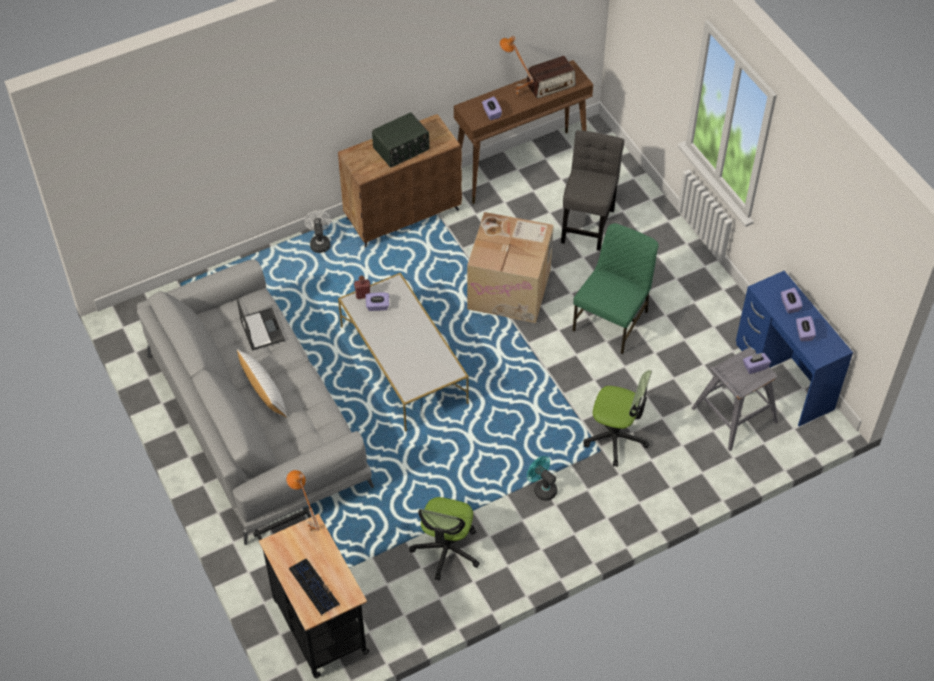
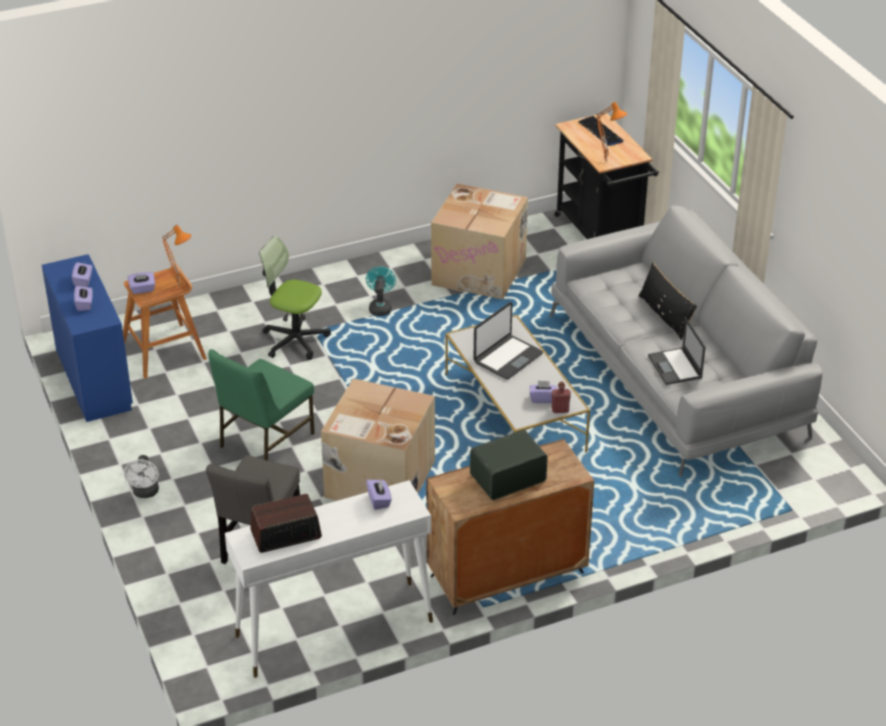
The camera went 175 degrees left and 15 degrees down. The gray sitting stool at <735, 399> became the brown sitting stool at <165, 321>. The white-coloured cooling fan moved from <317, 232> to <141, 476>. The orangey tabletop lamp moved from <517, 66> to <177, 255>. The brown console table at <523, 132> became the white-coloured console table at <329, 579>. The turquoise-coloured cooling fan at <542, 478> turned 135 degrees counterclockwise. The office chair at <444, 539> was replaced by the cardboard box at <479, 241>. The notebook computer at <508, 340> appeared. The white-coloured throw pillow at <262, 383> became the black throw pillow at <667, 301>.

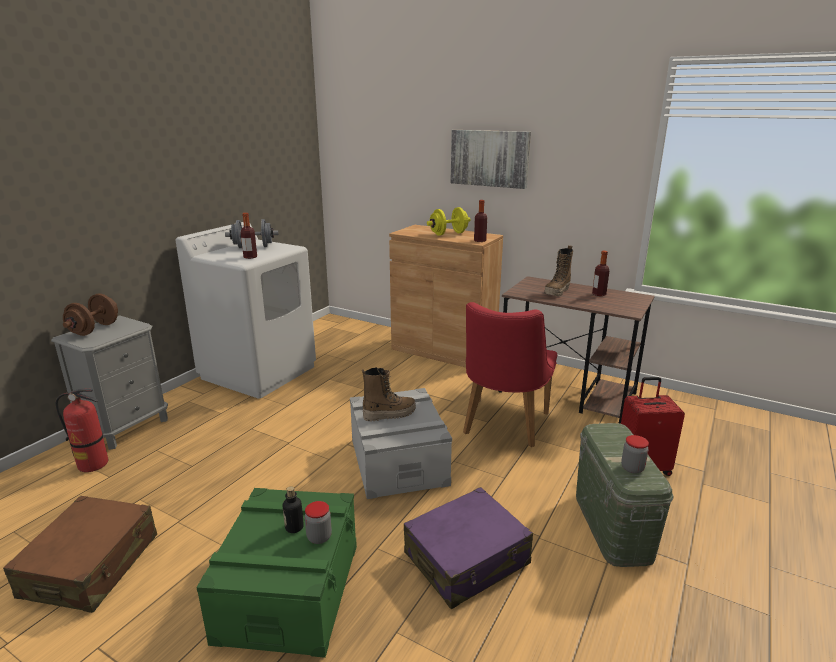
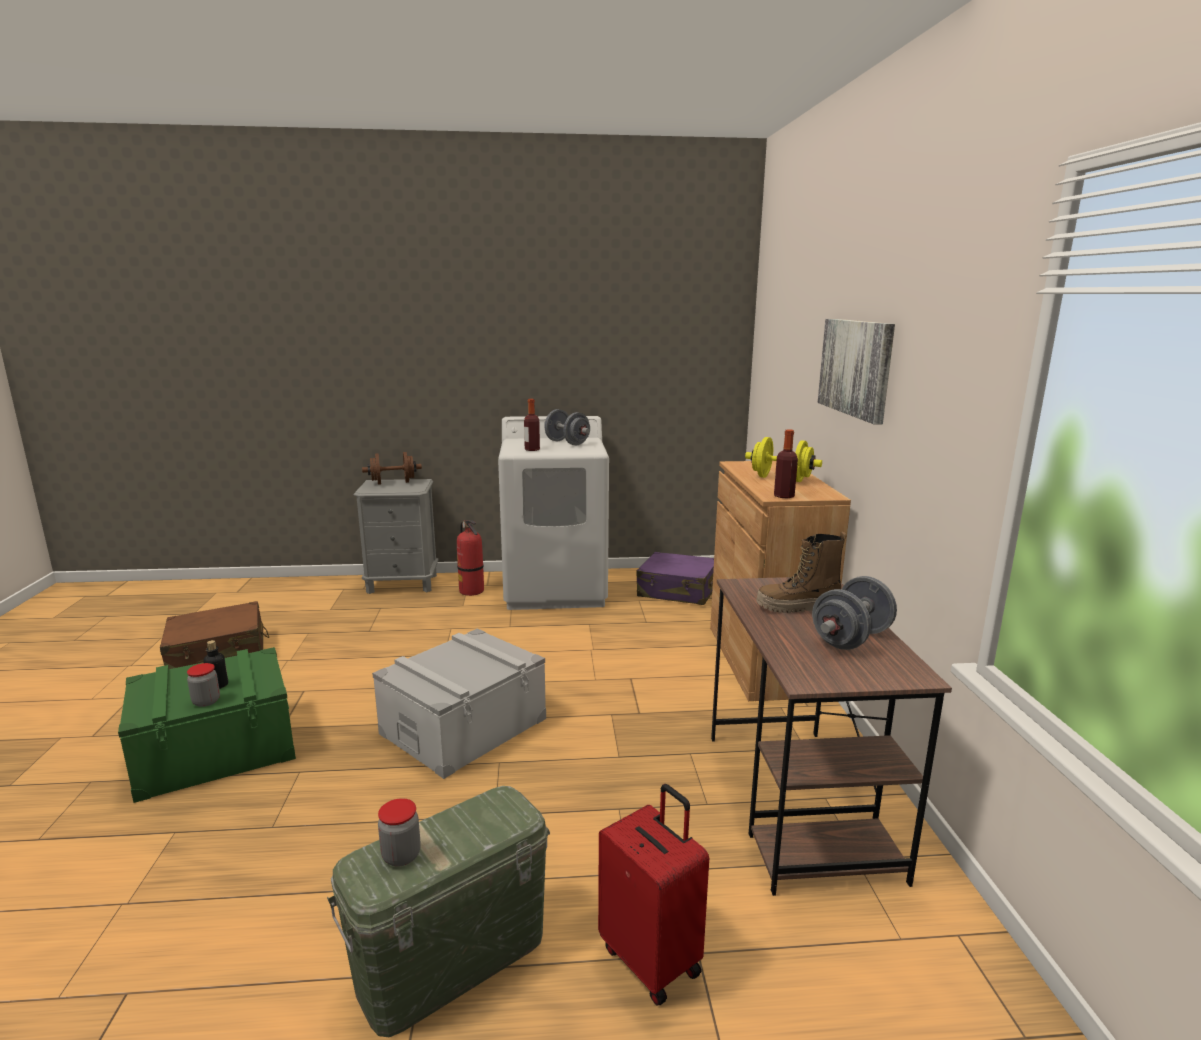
The camera went 55 degrees right and 5 degrees down. The fire extinguisher moved from <81, 430> to <470, 558>. The purplish piece of luggage moved from <468, 548> to <675, 578>. The beverage bottle at <600, 273> was replaced by the gray dumbbell at <854, 613>. The boot at <389, 394> disappeared. The red chair at <510, 374> disappeared.

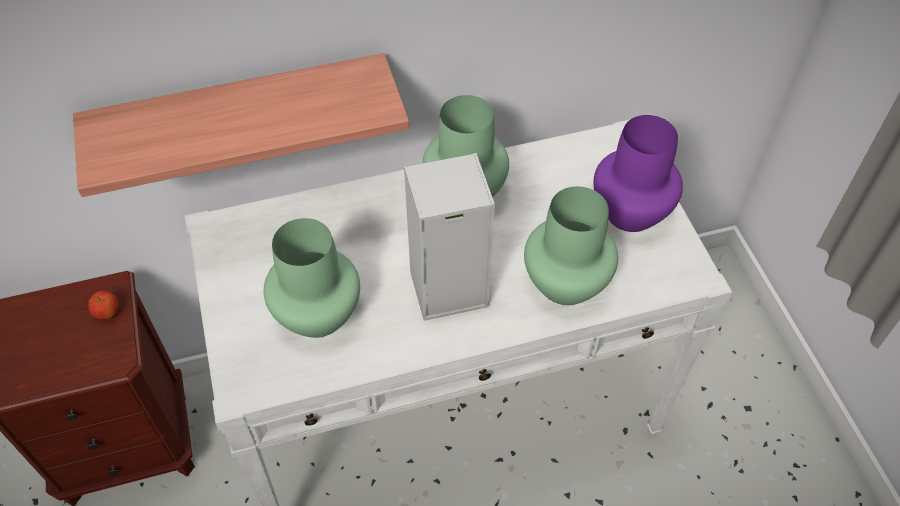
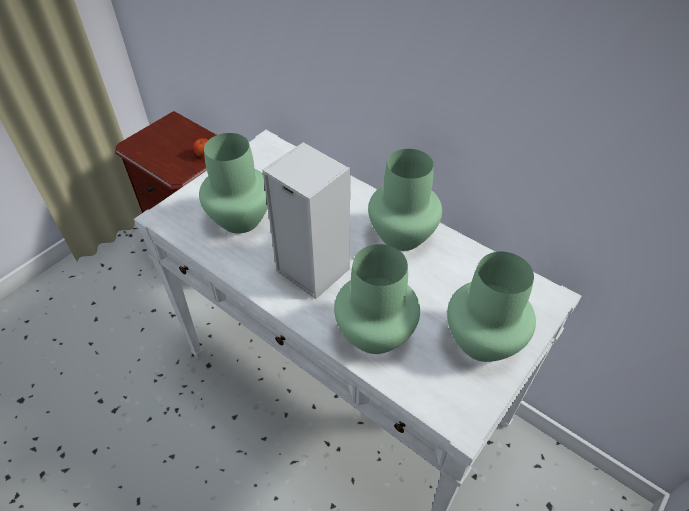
The camera went 55 degrees right and 5 degrees down. The purplish flower vase at <638, 173> became the greenish flower vase at <491, 307>. The shelf at <241, 125> disappeared.

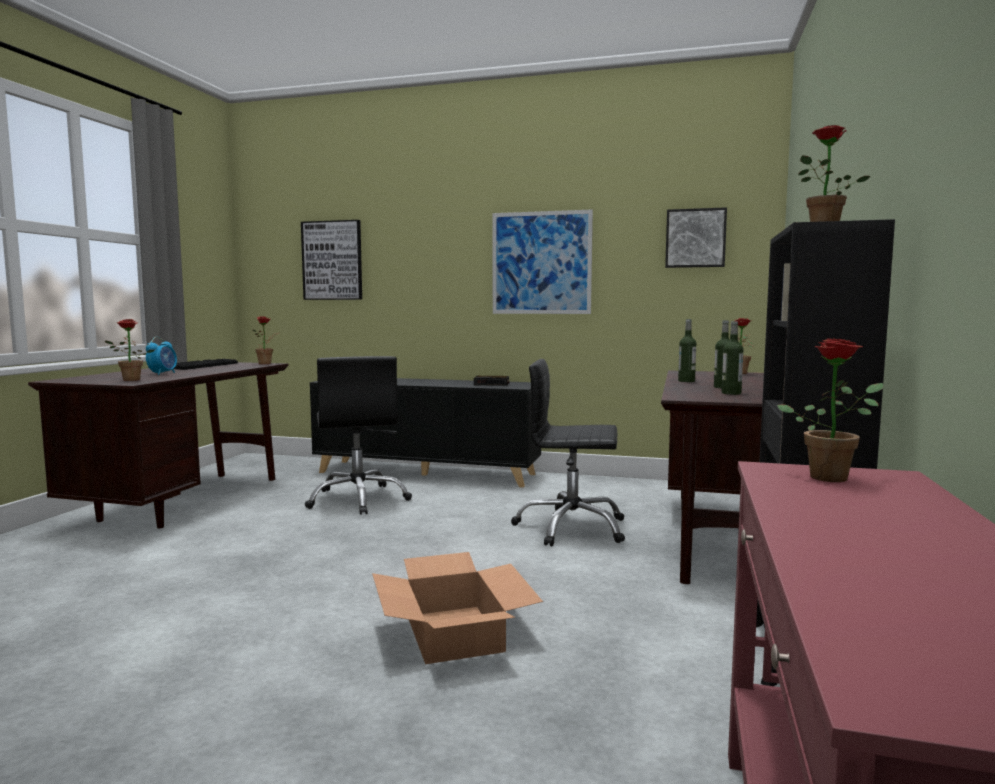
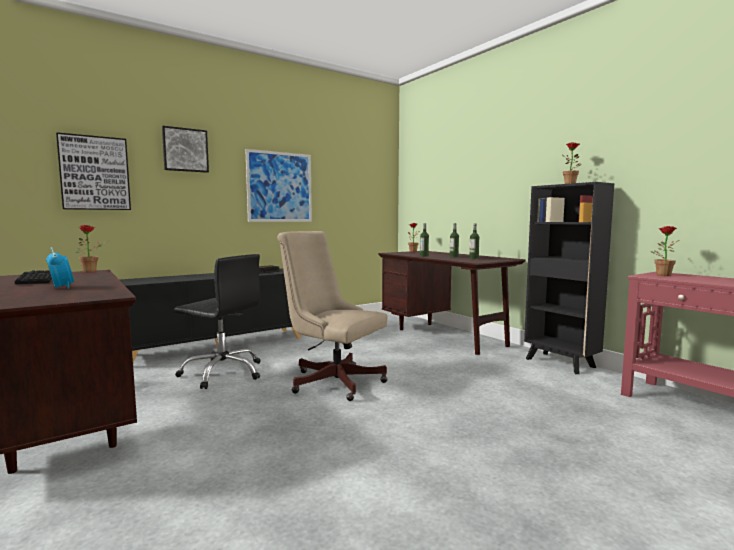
The camera went 50 degrees left and 0 degrees up. The wall art moved from <696, 237> to <185, 149>. The beige office chair at <332, 316> appeared. The potted plant at <129, 350> disappeared. The cardboard box at <457, 608> disappeared. The black office chair at <568, 452> disappeared.

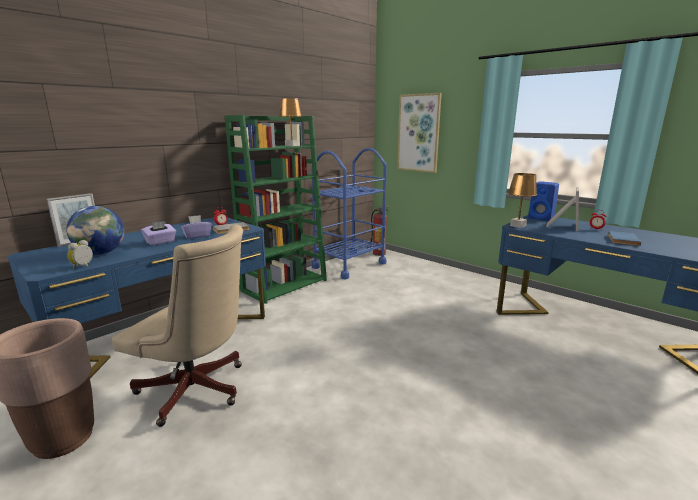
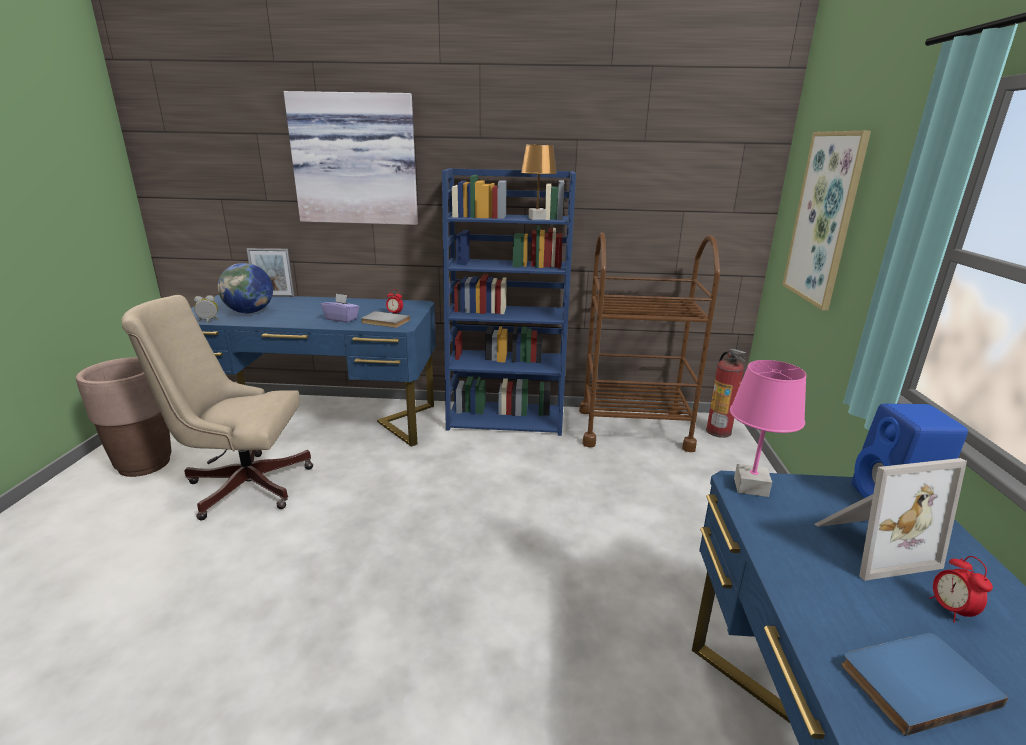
The camera went 50 degrees right and 5 degrees up. The beige office chair at <177, 326> turned 105 degrees clockwise. The wall art at <351, 158> appeared. The greenish shelving unit at <276, 209> became the blue shelving unit at <509, 302>. The blue cart at <349, 213> became the brown cart at <649, 342>. The brown tabletop lamp at <522, 200> became the pink tabletop lamp at <768, 428>. The purplish tissue holder at <158, 233> disappeared.

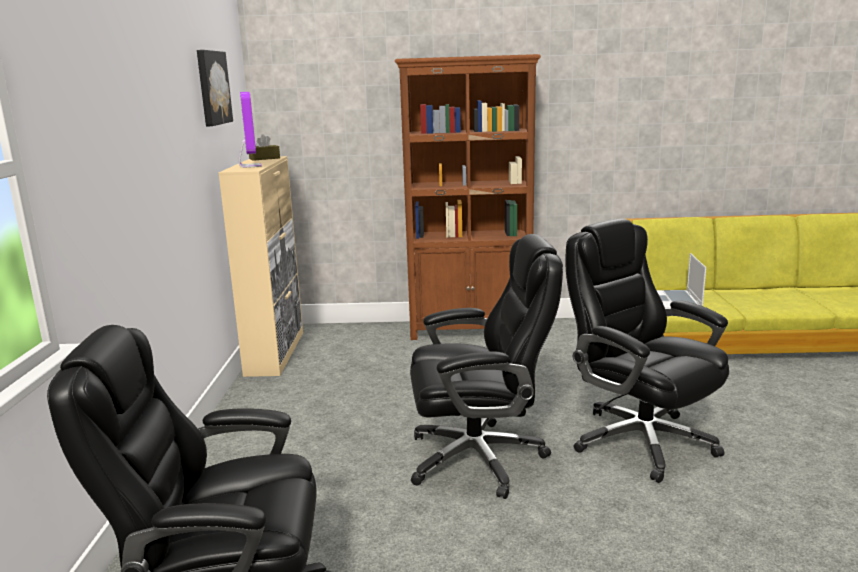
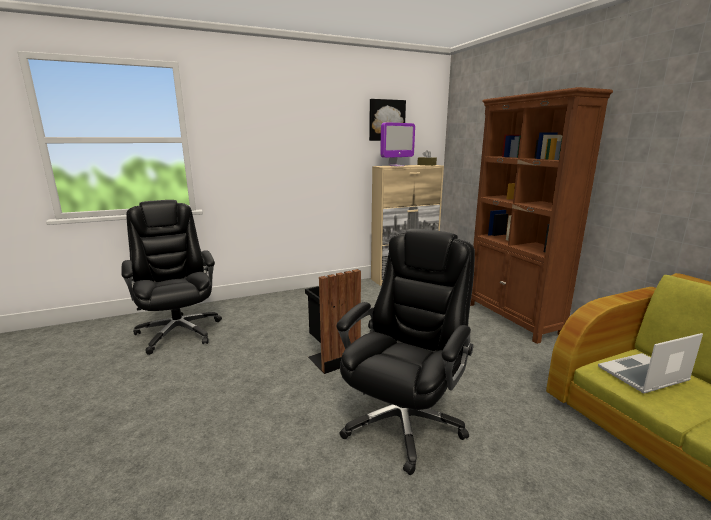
The camera went 65 degrees right and 0 degrees up. The black office chair at <486, 366> was replaced by the black rubbish bin at <333, 321>.

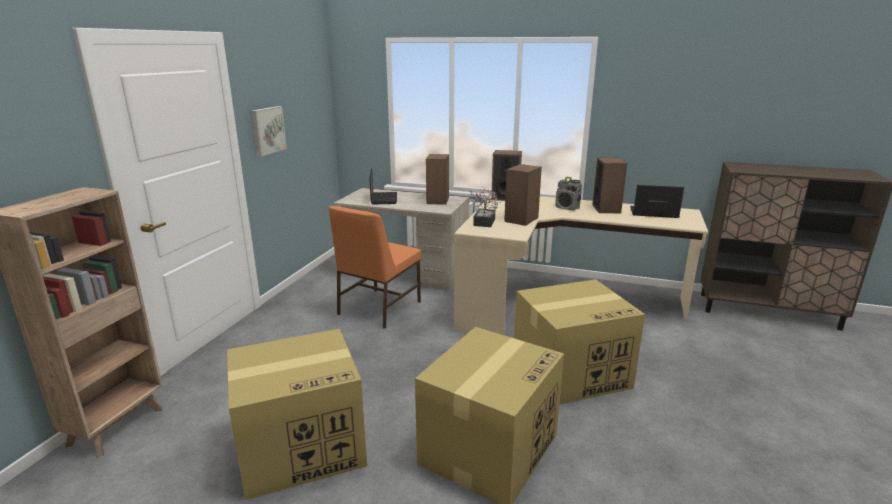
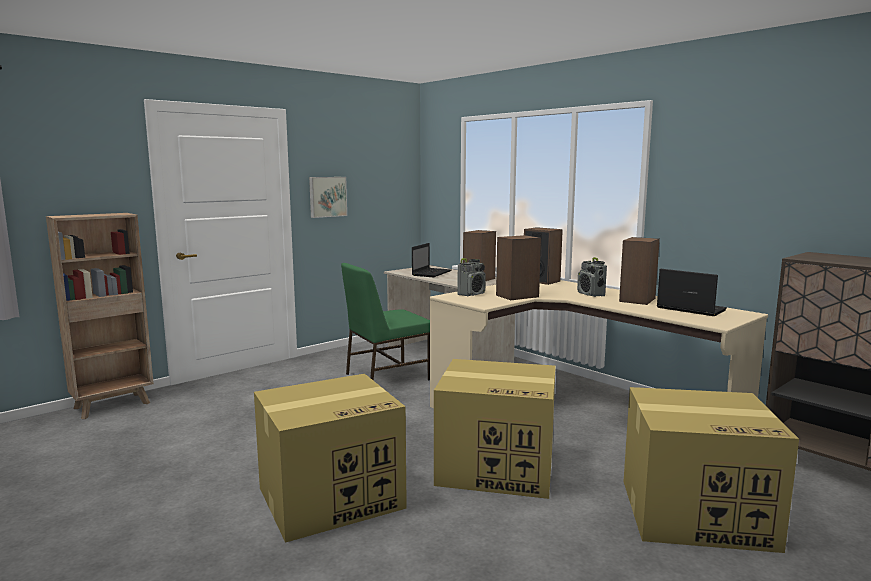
The camera went 30 degrees right and 10 degrees down. The orangey chair at <375, 267> became the greenish chair at <385, 322>. The potted plant at <484, 208> was replaced by the radio receiver at <471, 277>. The cardboard box moved from <297, 414> to <711, 470>.

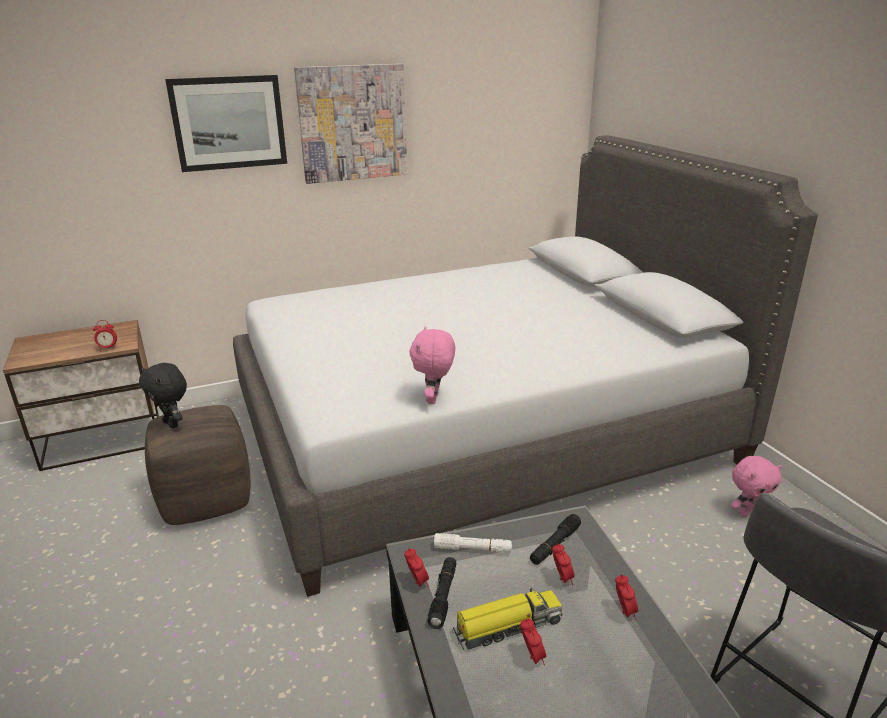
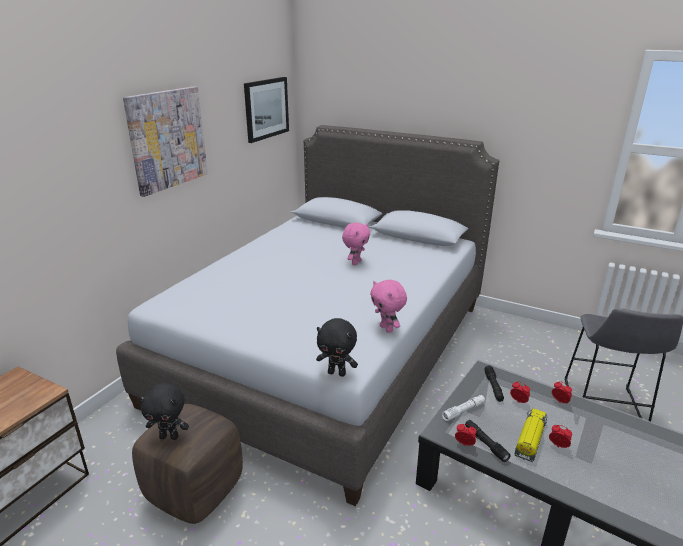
The camera went 40 degrees left and 0 degrees up. The wall art moved from <226, 123> to <266, 110>. The black soft toy at <337, 347> appeared. The pink soft toy moved from <756, 486> to <356, 244>. The alarm clock at <105, 335> disappeared.

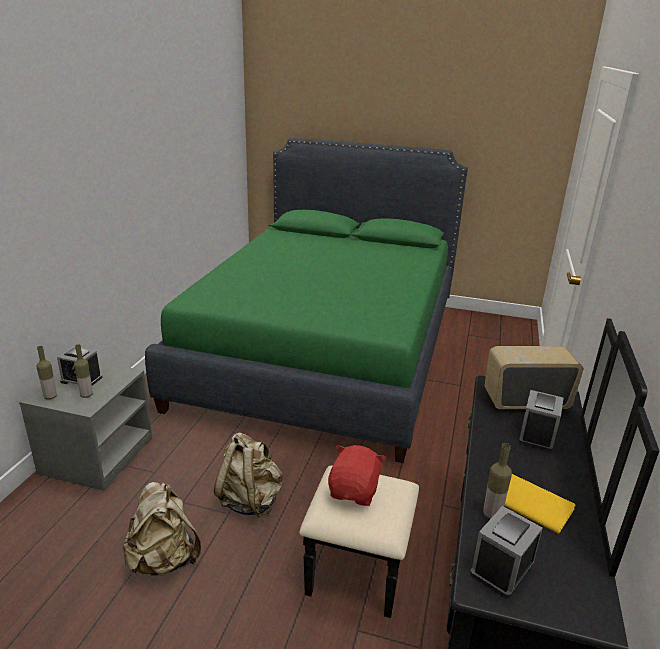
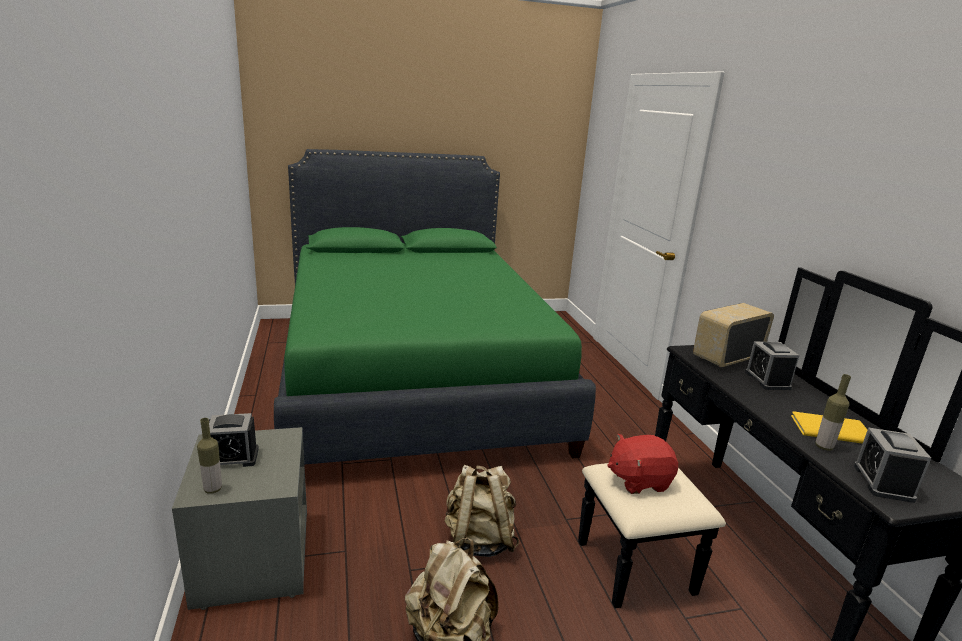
The camera went 30 degrees left and 5 degrees down. The red soft toy at <357, 475> turned 90 degrees counterclockwise. The beverage bottle at <83, 371> disappeared.

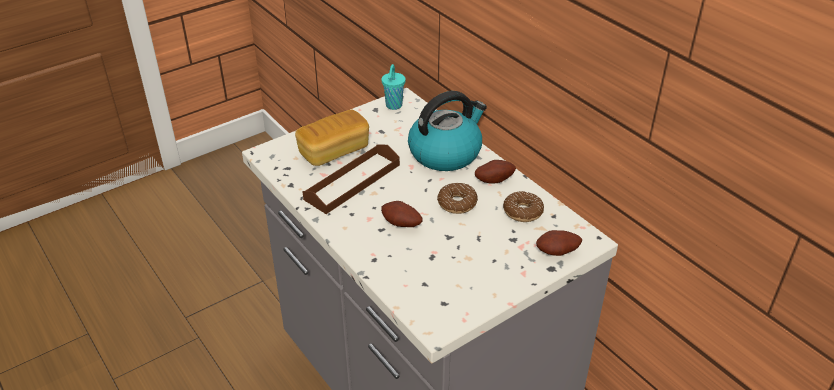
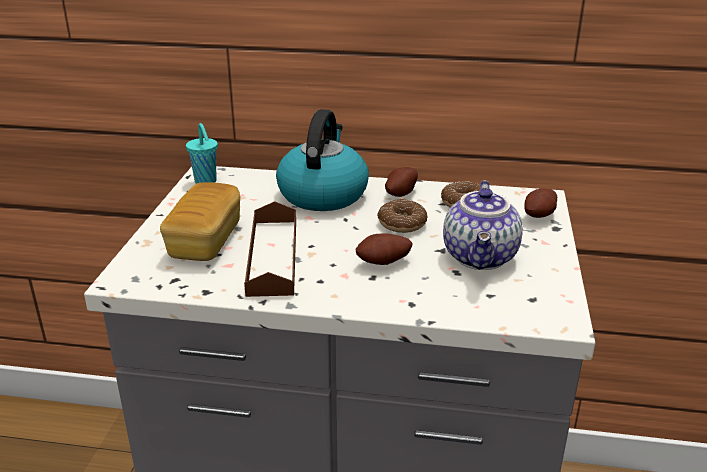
The camera went 45 degrees left and 10 degrees down. The teapot at <483, 225> appeared.

